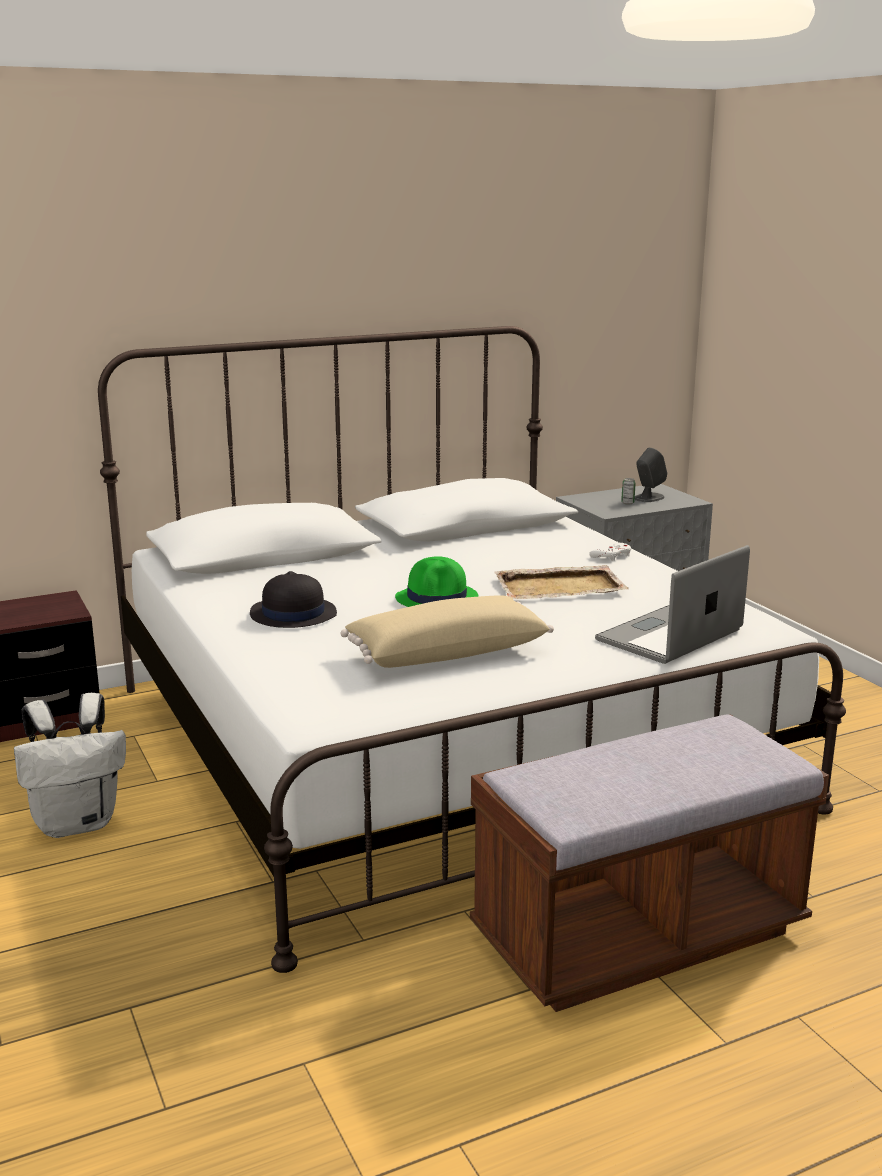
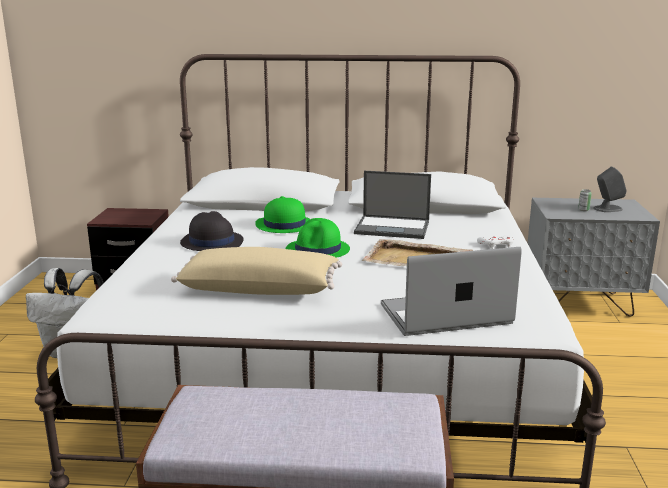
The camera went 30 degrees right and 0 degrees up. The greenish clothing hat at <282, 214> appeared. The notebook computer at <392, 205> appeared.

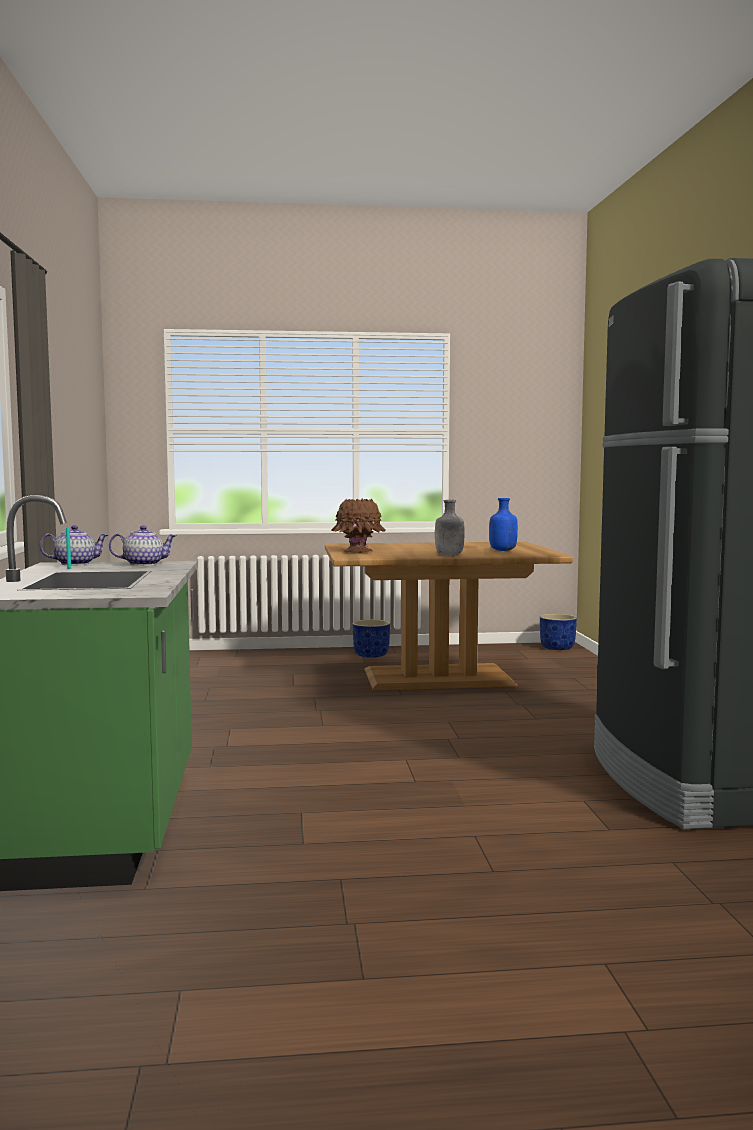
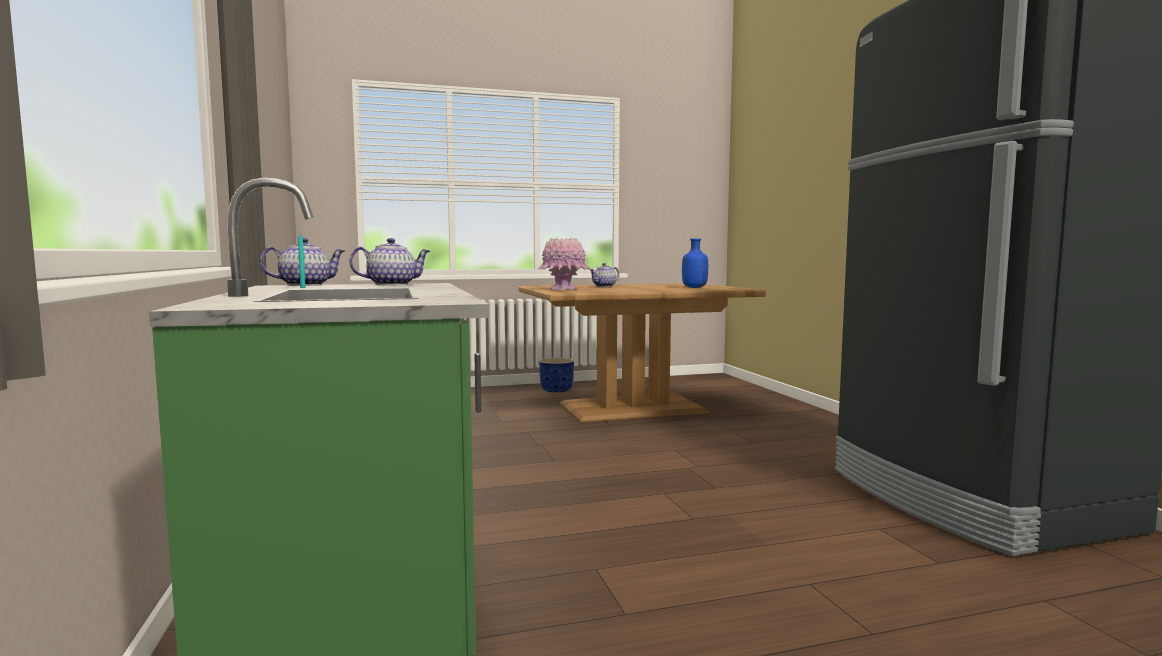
The camera went 10 degrees left and 0 degrees up. The brown flower vase at <358, 526> became the pink flower vase at <564, 264>. The teapot at <604, 275> appeared. The gray beverage bottle at <450, 528> disappeared. The blue plant pot at <558, 632> disappeared.

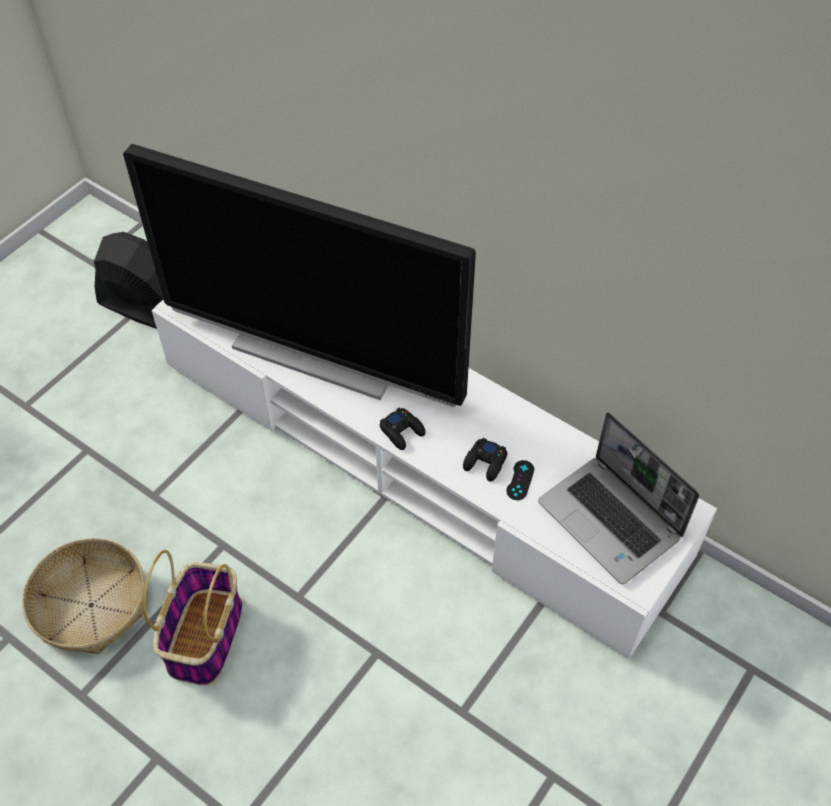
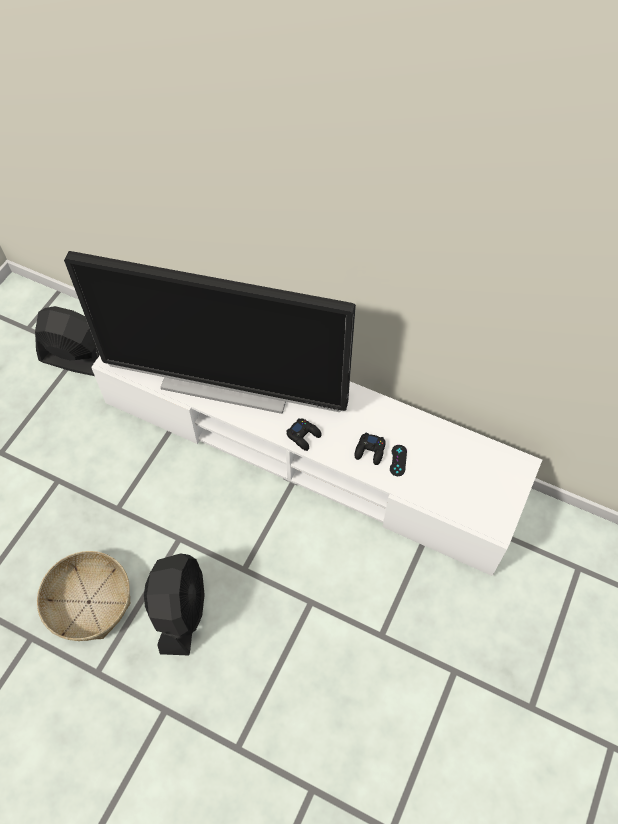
The camera went 10 degrees left and 5 degrees up. The household basket at <192, 618> was replaced by the black cooling fan at <174, 604>. The notebook computer at <618, 498> disappeared.

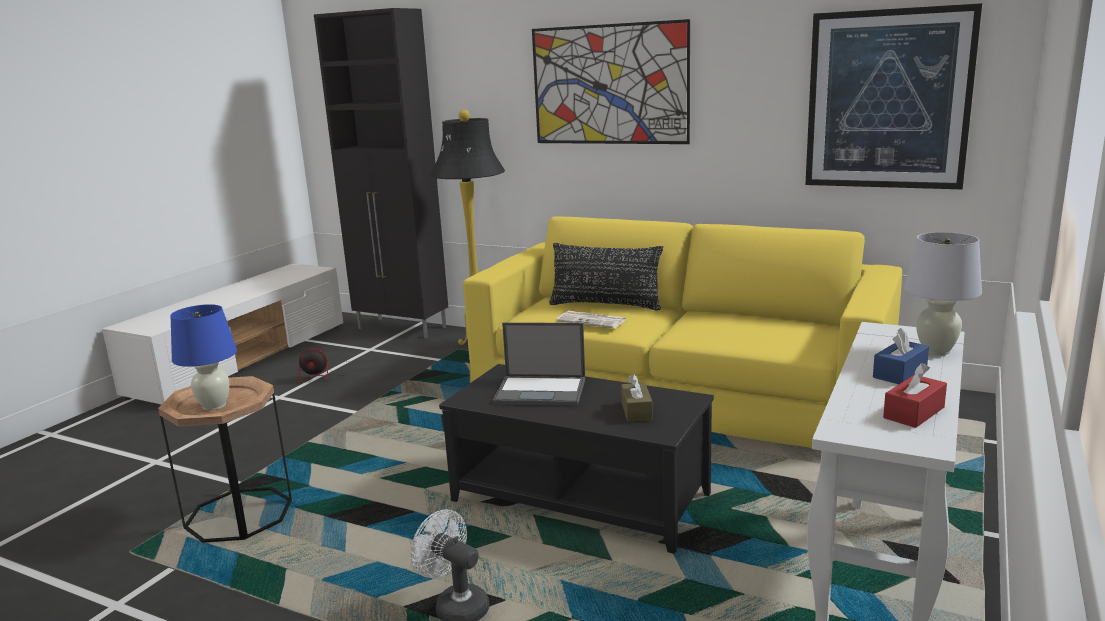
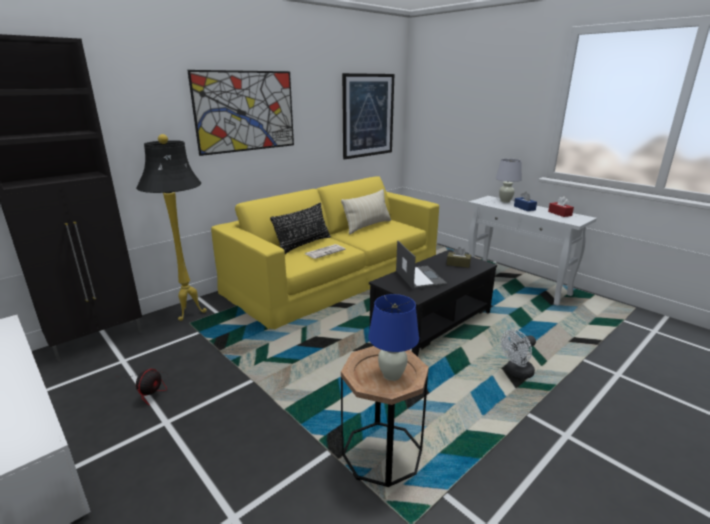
The camera went 70 degrees left and 5 degrees up. The beige throw pillow at <366, 211> appeared. The notebook computer at <539, 364> turned 45 degrees counterclockwise.

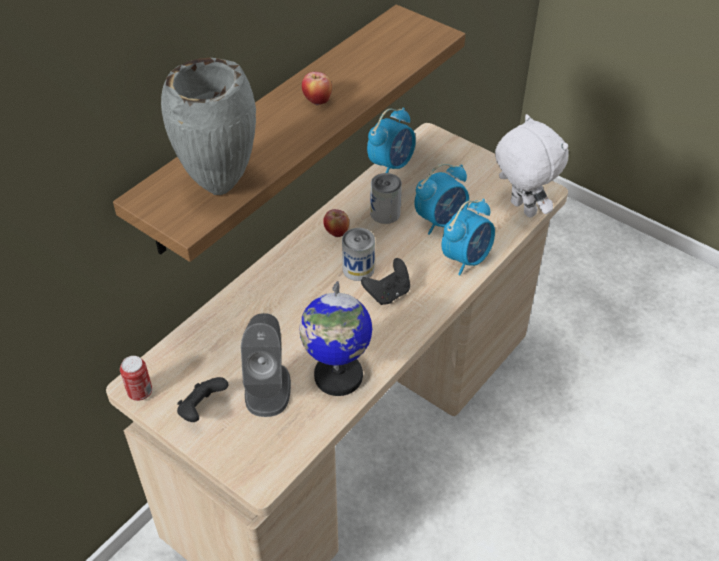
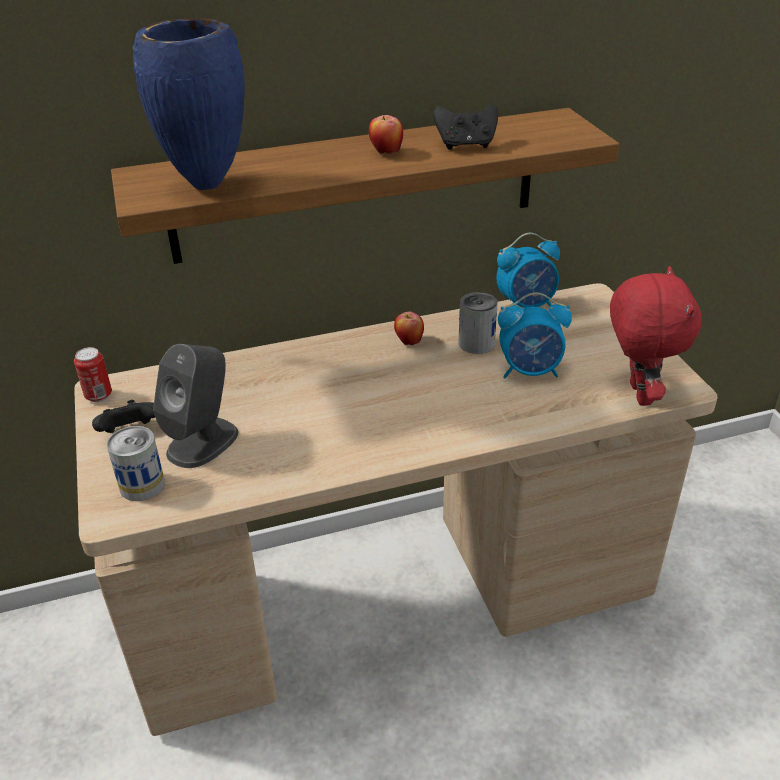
The camera went 35 degrees right and 10 degrees down. The metal can moved from <358, 254> to <136, 463>. The gray flower vase at <208, 126> became the blue flower vase at <189, 104>. The black game controller moved from <385, 281> to <465, 127>. The white-coloured soft toy at <531, 166> became the red soft toy at <656, 336>. The globe at <335, 338> disappeared. The alarm clock at <468, 237> disappeared.

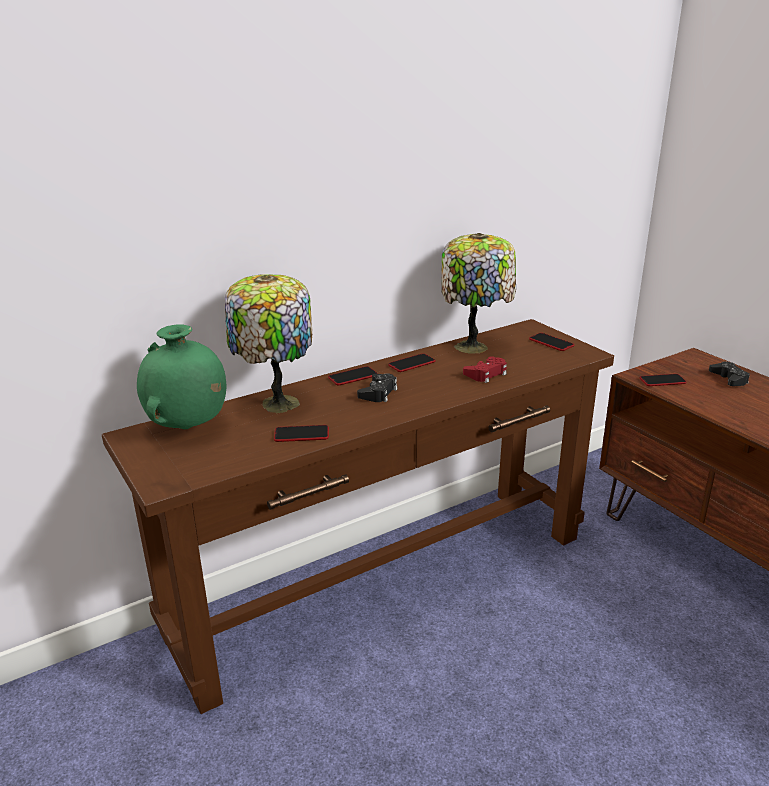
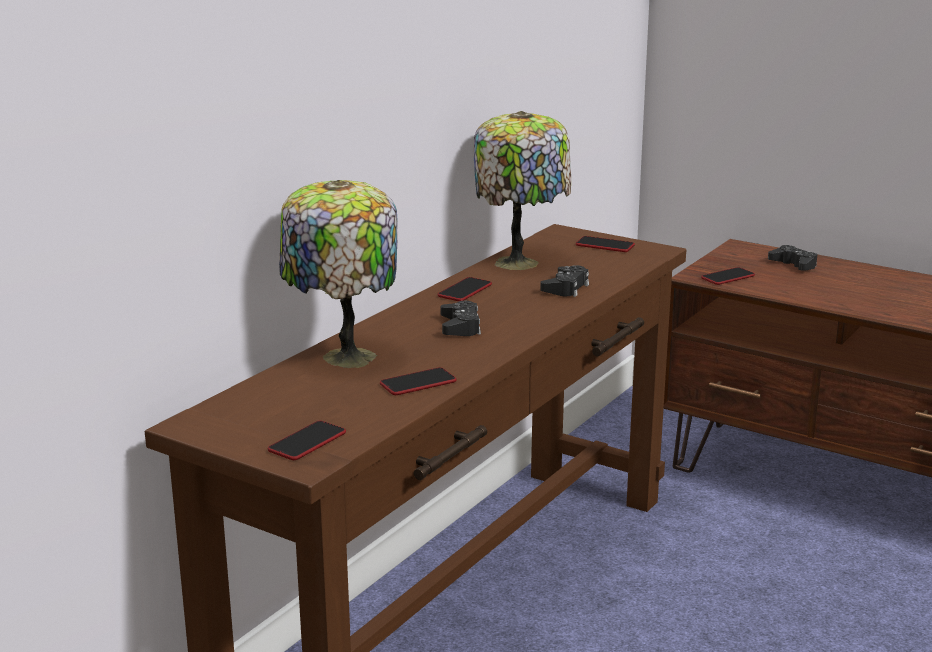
The camera went 25 degrees left and 5 degrees down. The phone moved from <353, 376> to <307, 440>. The red game controller at <485, 369> became the black game controller at <564, 281>. The greenish flower vase at <182, 376> disappeared.

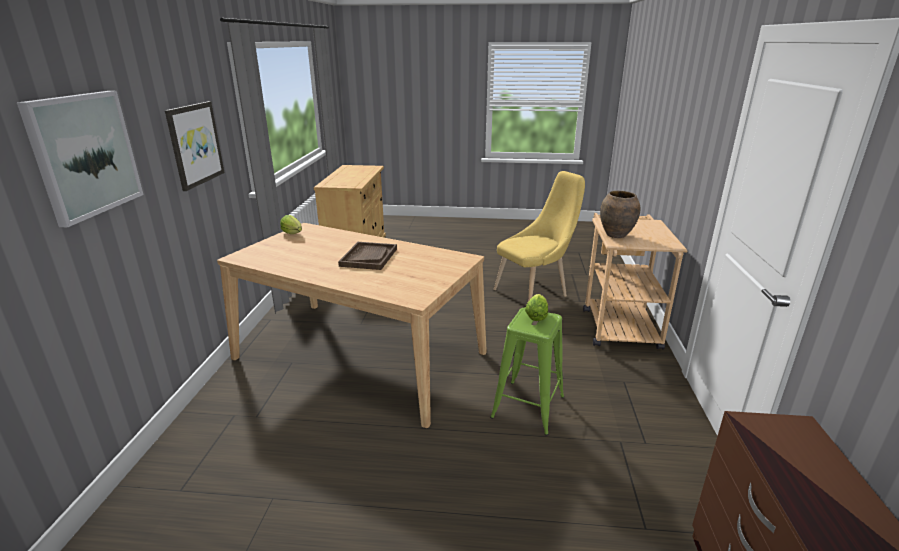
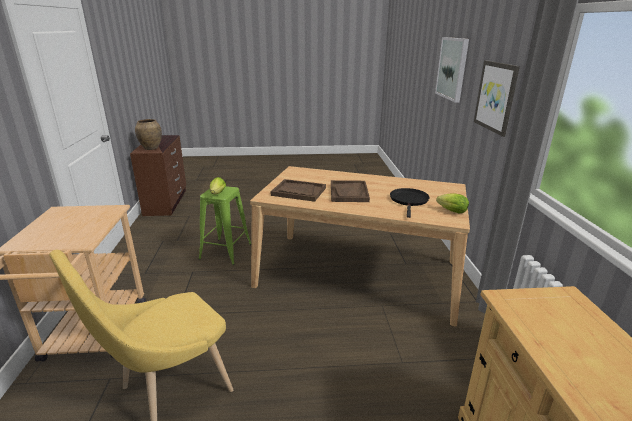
The camera went 170 degrees right and 0 degrees up. The brown flower vase moved from <620, 214> to <148, 134>. The brown tray at <298, 190> appeared. The black frying pan at <409, 203> appeared.

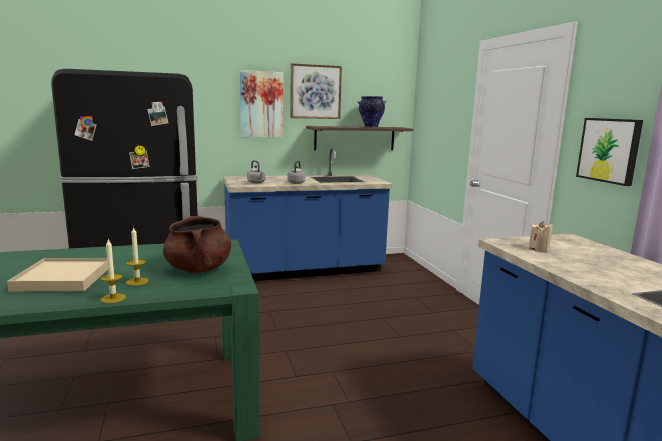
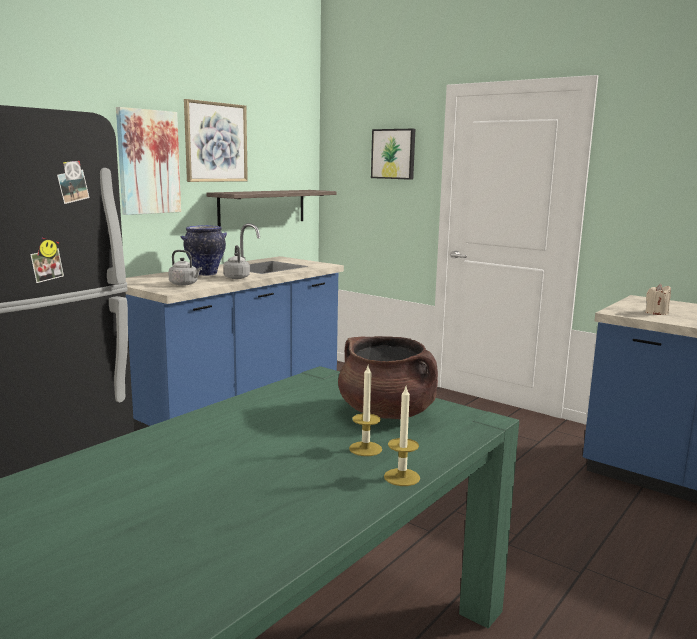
The camera went 35 degrees left and 0 degrees up. The flower vase moved from <372, 111> to <204, 250>. The wall art moved from <609, 152> to <393, 154>. The beige tray at <57, 275> disappeared.

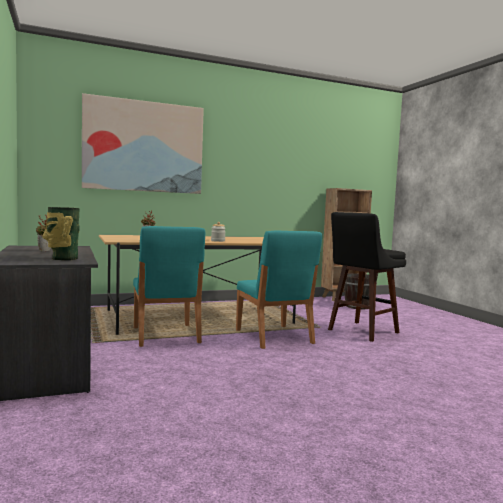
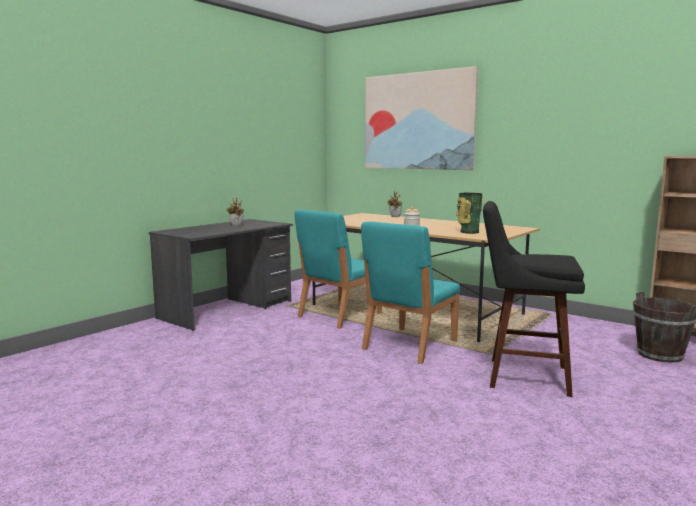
The camera went 60 degrees right and 5 degrees up. The flower vase moved from <61, 233> to <470, 213>.

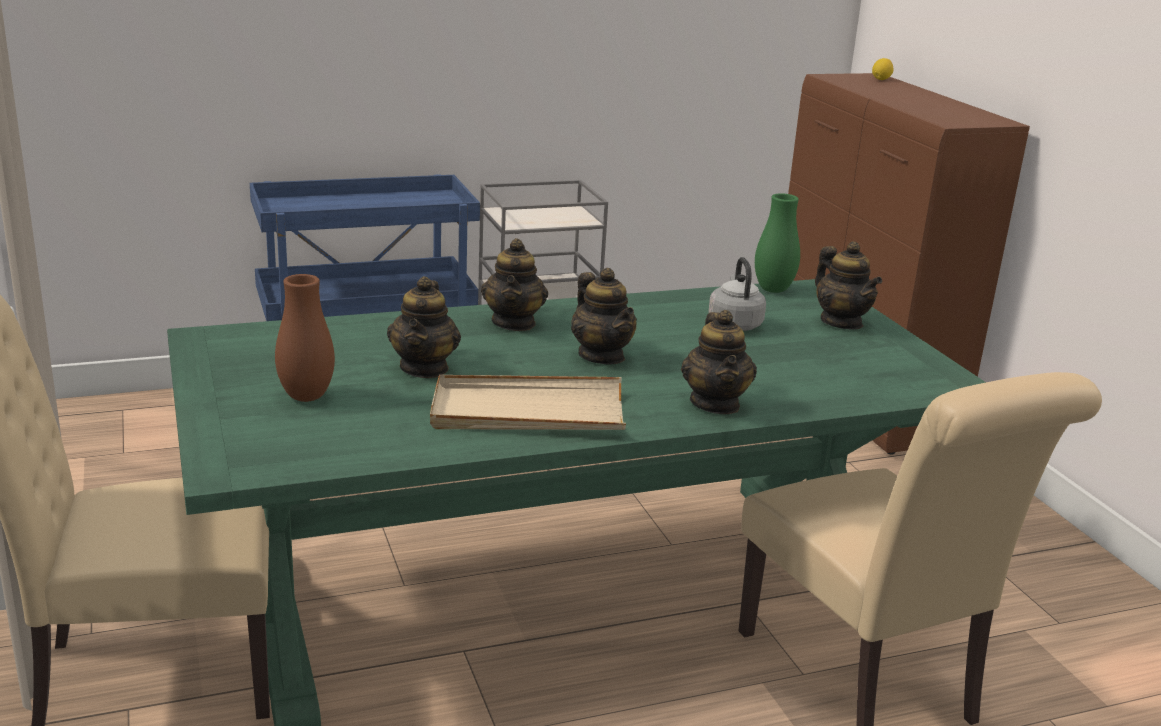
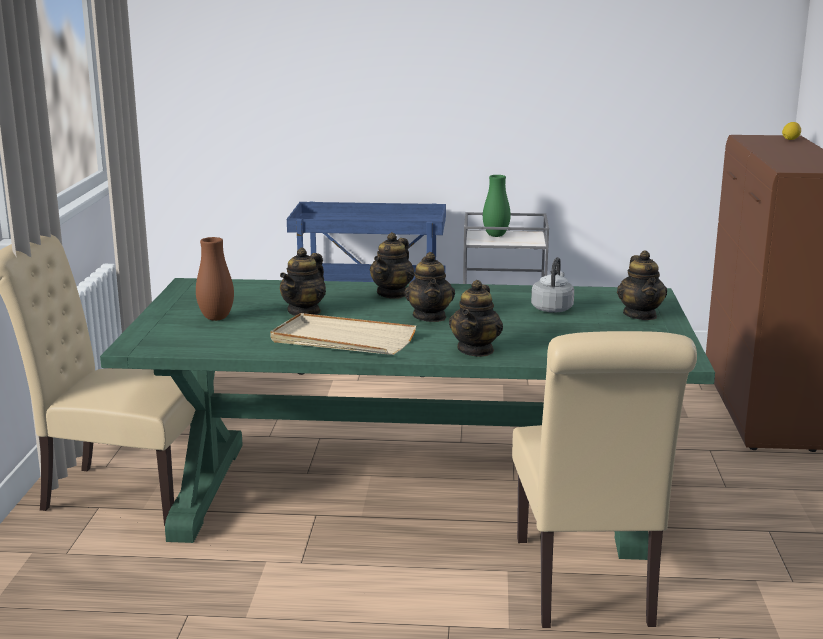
The camera went 25 degrees right and 5 degrees down. The greenish flower vase moved from <777, 243> to <497, 206>.

